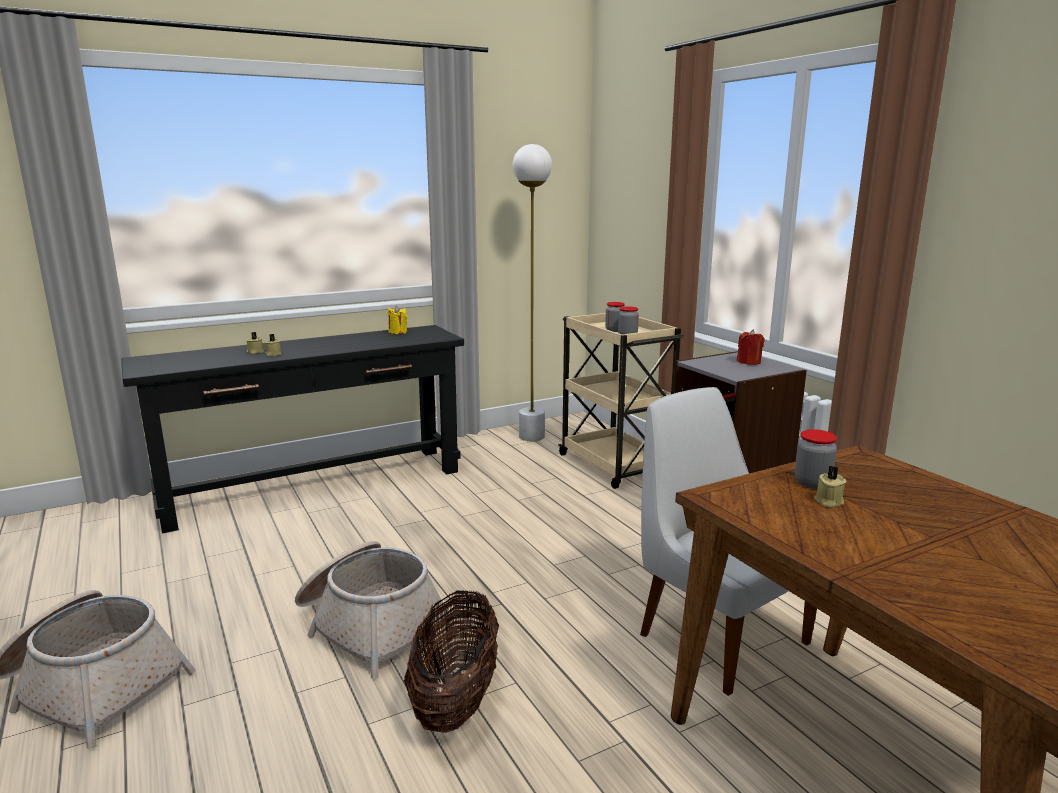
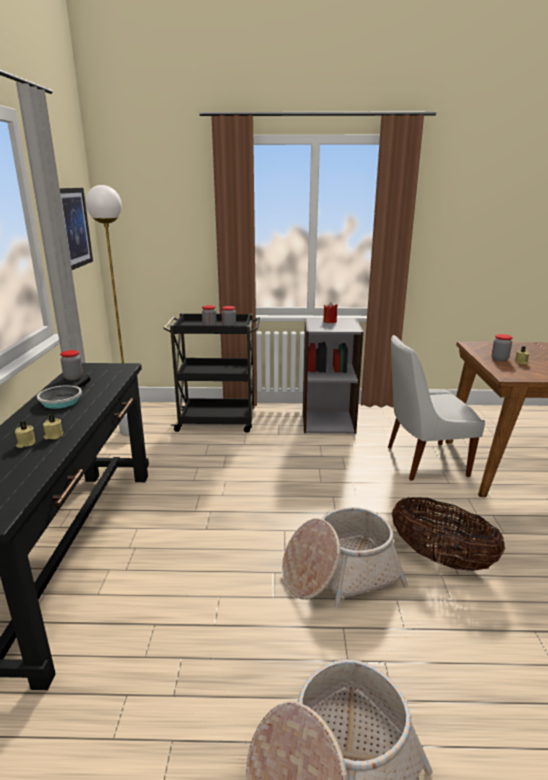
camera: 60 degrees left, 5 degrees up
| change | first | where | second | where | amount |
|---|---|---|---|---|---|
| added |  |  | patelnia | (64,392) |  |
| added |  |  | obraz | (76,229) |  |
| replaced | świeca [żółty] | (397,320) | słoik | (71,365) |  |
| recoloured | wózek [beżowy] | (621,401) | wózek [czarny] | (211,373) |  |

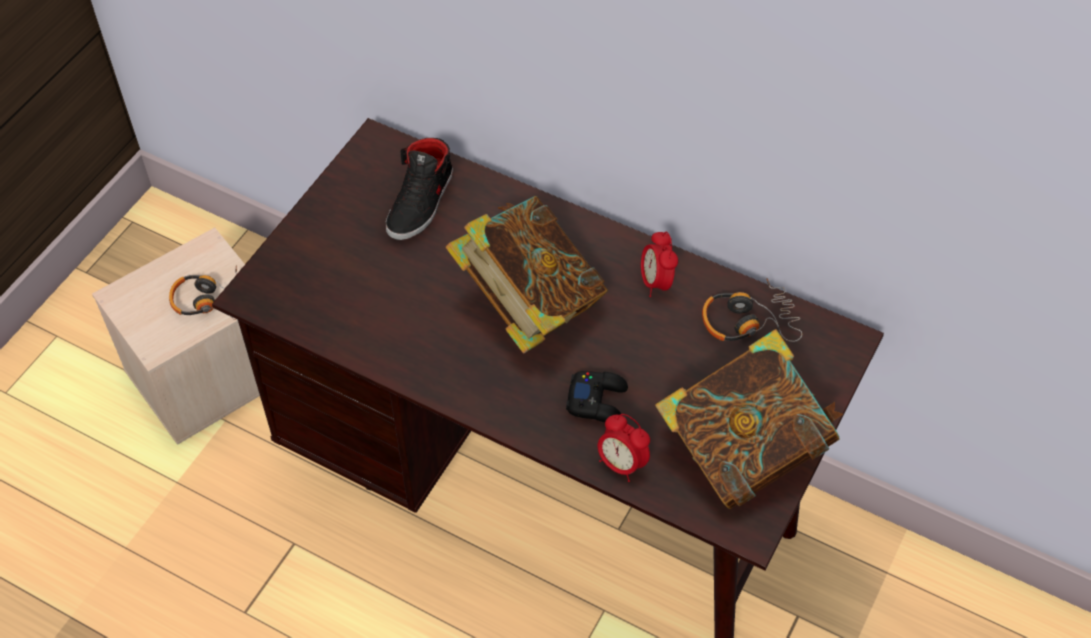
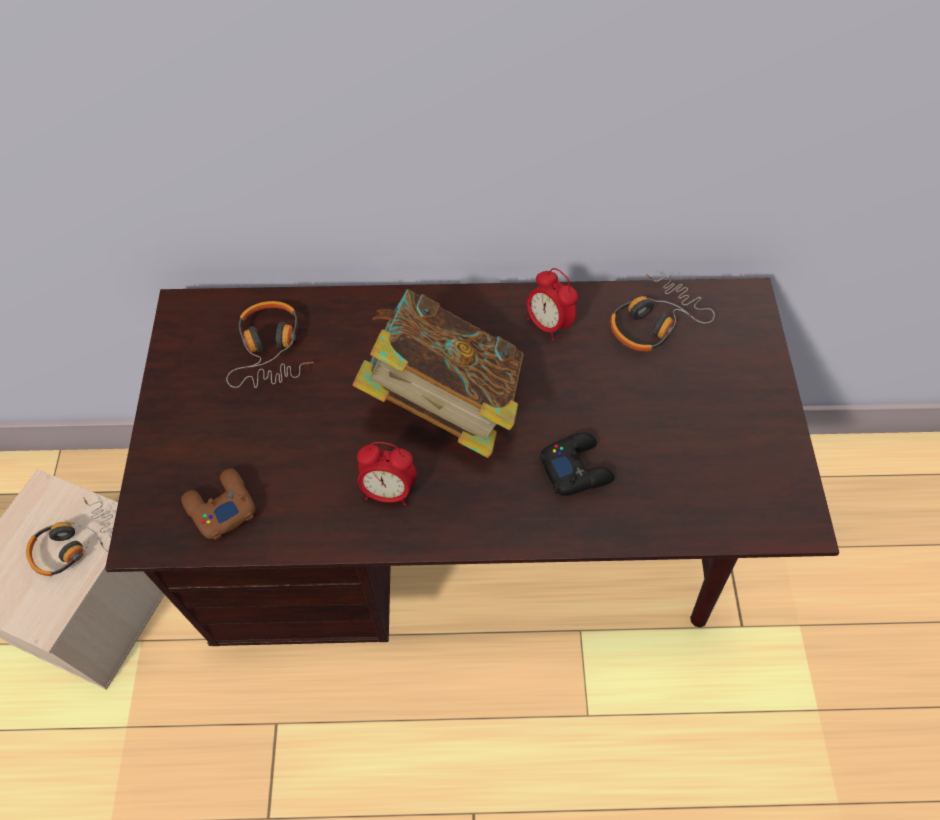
camera: 30 degrees left, 5 degrees up
| change | first | where | second | where | amount |
|---|---|---|---|---|---|
| added |  |  | pad do gier [brązowy] | (218,504) |  |
| replaced | but [czarny] | (419,189) | słuchawki | (270,344) |  |
| moved | budzik | (624,448) |  | (387,473) |  |
| removed | książka | (749,419) |  |  |  |

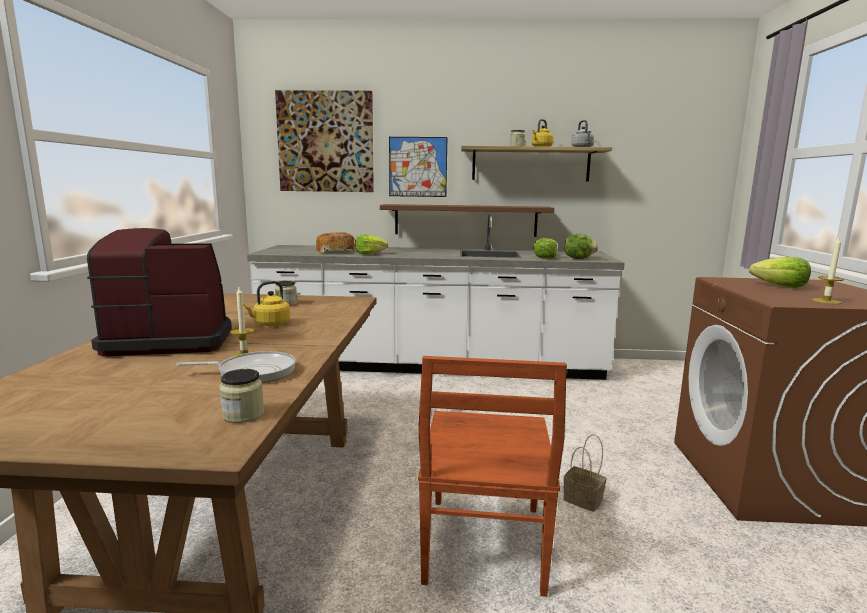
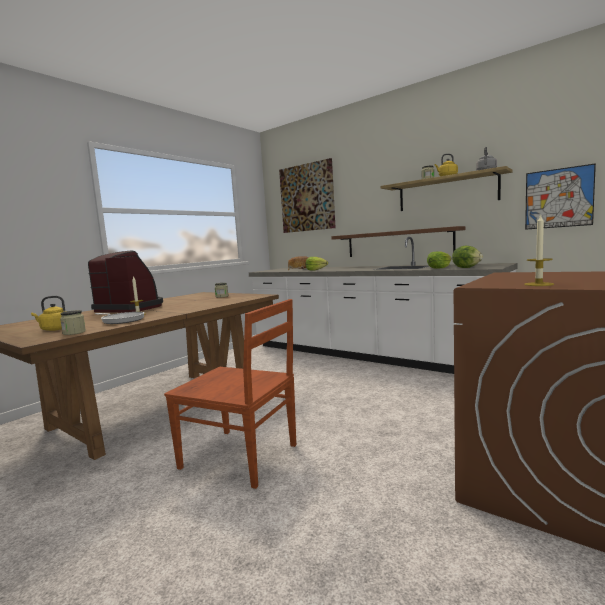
camera: 35 degrees right, 5 degrees down
| change | first | where | second | where | amount |
|---|---|---|---|---|---|
| moved | czajnik [żółty] | (266,303) |  | (48,313) |  |
| turned | krzesło [brązowy] | (492,476) |  | (230,394) | 105 degrees counterclockwise |
| moved | obraz | (418,167) |  | (560,196) |  |
| removed | koszyk | (584,473) |  |  |  |
| removed | sałata | (780,272) |  |  |  |

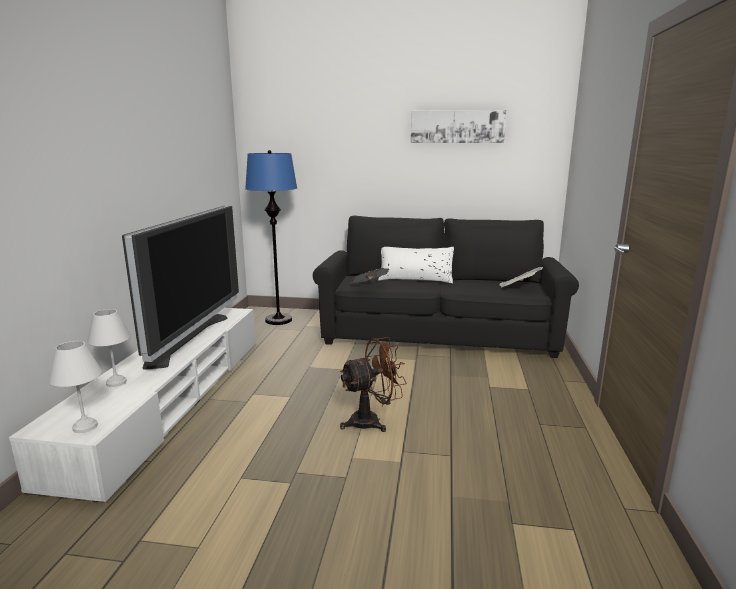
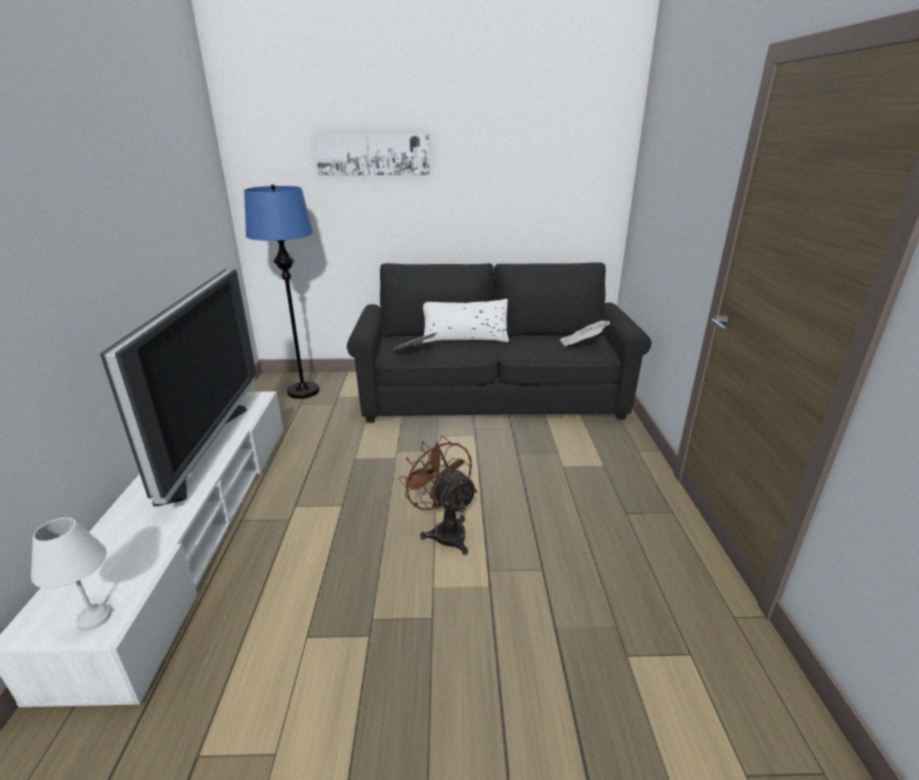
camera: 10 degrees left, 10 degrees up
| change | first | where | second | where | amount |
|---|---|---|---|---|---|
| moved | obraz | (458,126) |  | (372,154) |  |
| turned | wentylator [brązowy] | (373,384) |  | (438,495) | 90 degrees counterclockwise |
| removed | lampa stołowa [biały] | (109,348) |  |  |  |

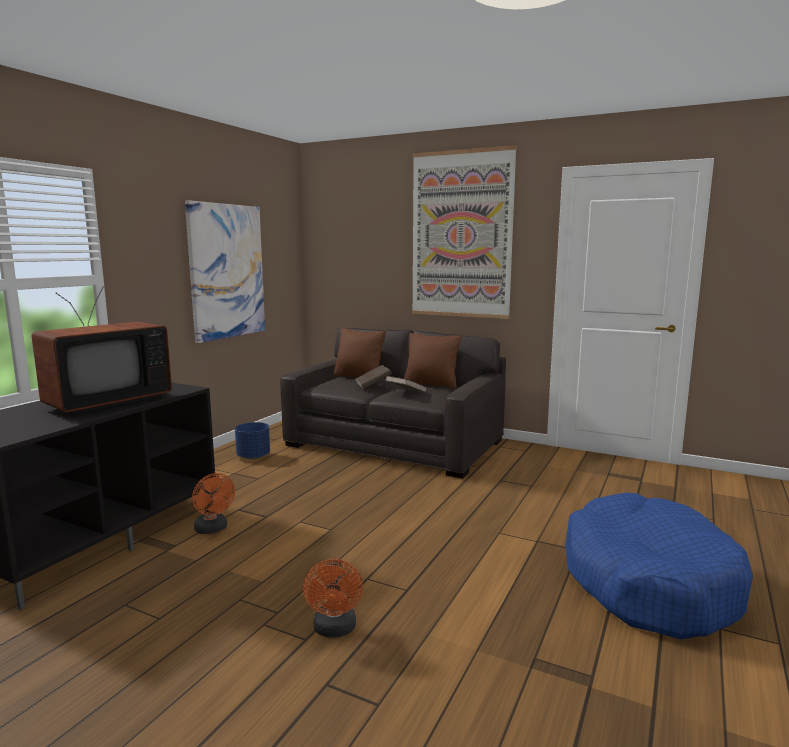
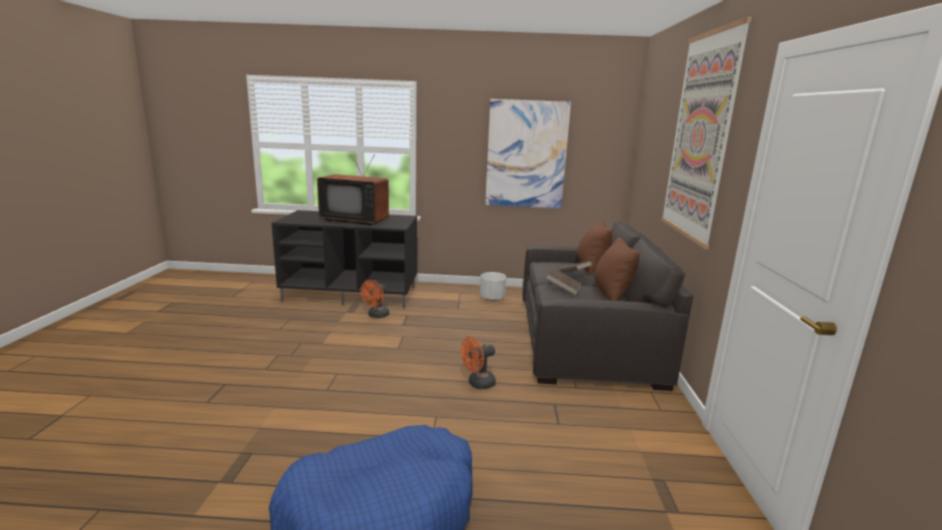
camera: 65 degrees right, 5 degrees up
| change | first | where | second | where | amount |
|---|---|---|---|---|---|
| moved | wentylator [pomarańczowy] | (333,598) |  | (478,363) |  |
| recoloured | donica [niebieski] | (252,441) | donica [biały] | (493,286) |  |

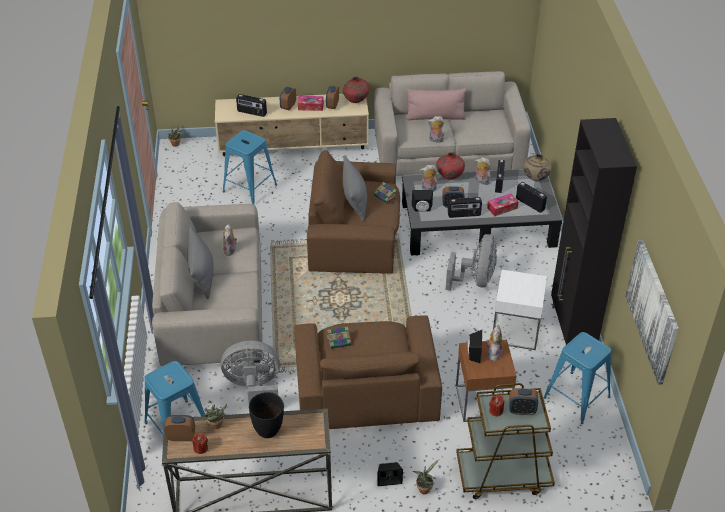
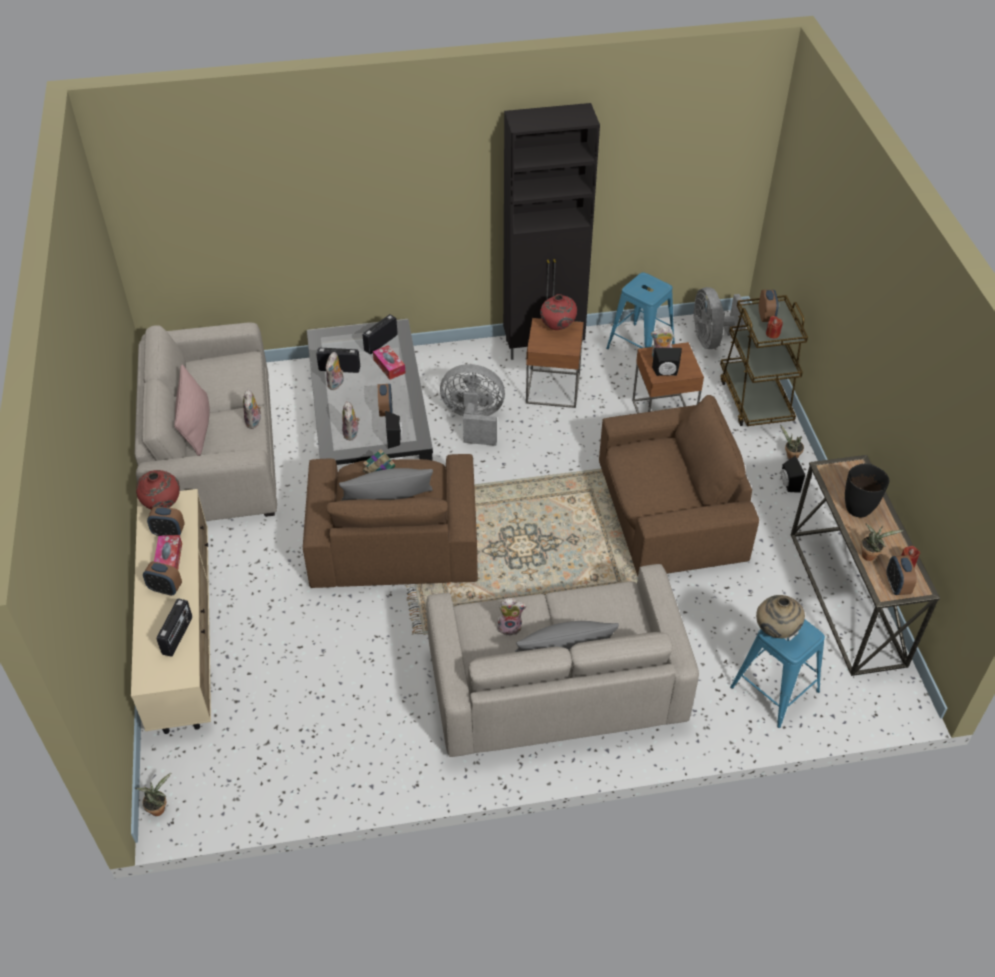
camera: 95 degrees left, 5 degrees up
| change | first | where | second | where | amount |
|---|---|---|---|---|---|
| recoloured | stolik [biały] | (520,310) | stolik [brązowy] | (555,363) |  |
| moved | wazon [czerwony] | (450,166) |  | (558,312) |  |
| moved | wentylator [szary] | (250,371) |  | (719,318) |  |
| moved | wazon [beżowy] | (537,167) |  | (780,616) |  |
| removed | stołek [niebieski] | (250,167) |  |  |  |
| removed | książka | (340,337) |  |  |  |
| removed | radio | (465,207) |  |  |  |
| removed | obraz | (652,312) |  |  |  |

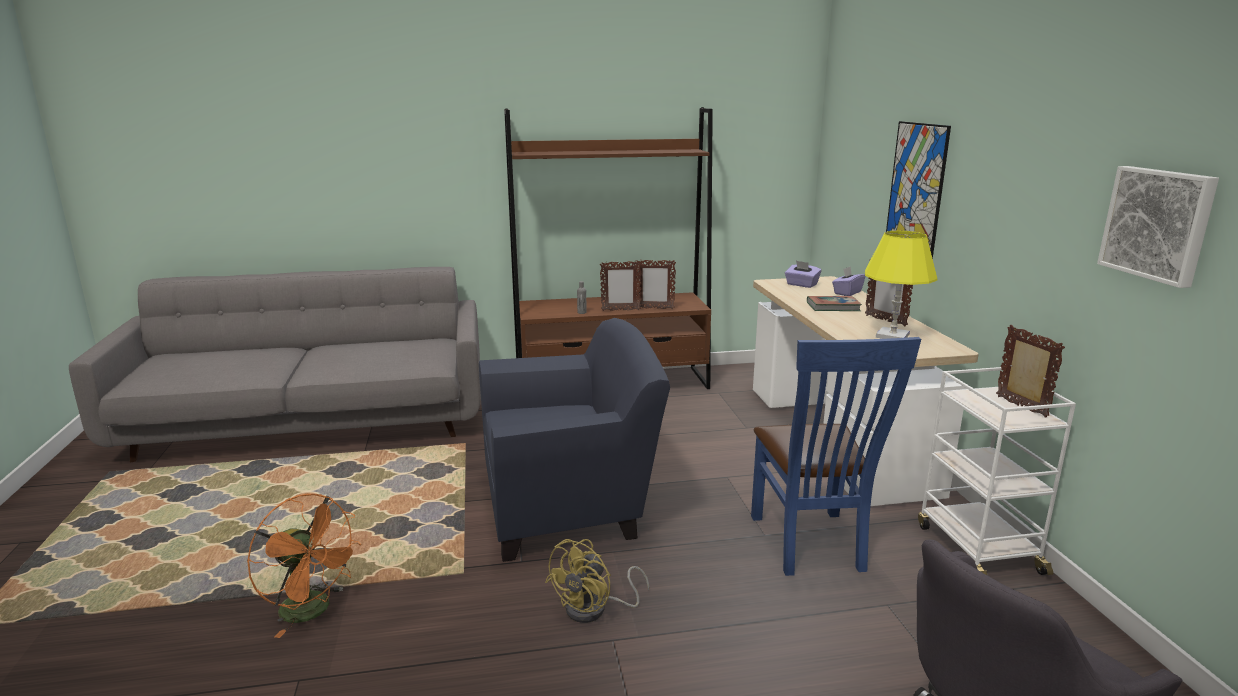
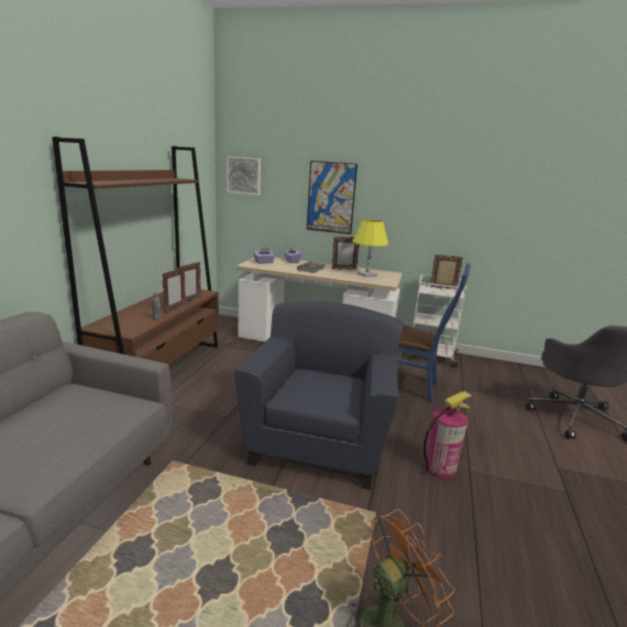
camera: 65 degrees left, 0 degrees up
| change | first | where | second | where | amount |
|---|---|---|---|---|---|
| moved | obraz | (1158,227) |  | (244,175) |  |
| replaced | wentylator [żółty] | (597,581) | gaśnica | (448,435) |  |

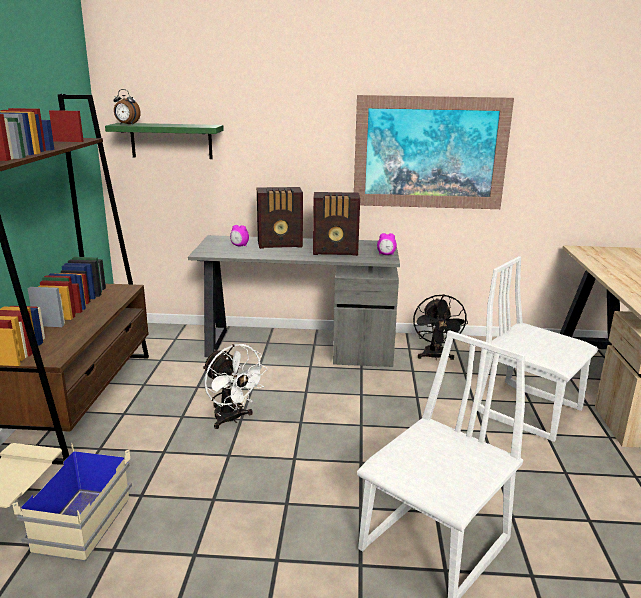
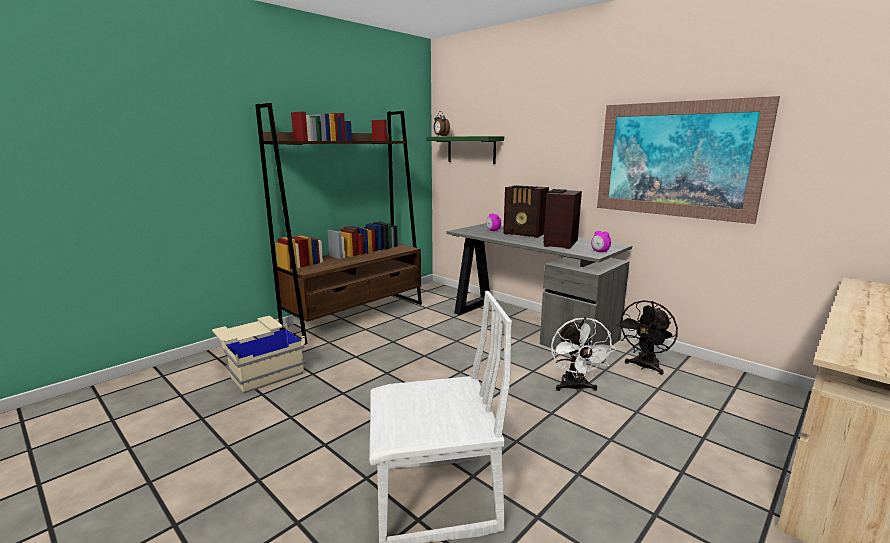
camera: 40 degrees right, 5 degrees down
| change | first | where | second | where | amount |
|---|---|---|---|---|---|
| turned | radio | (336,224) |  | (562,219) | 75 degrees clockwise |
| moved | wentylator [biały] | (235,386) |  | (583,354) |  |
| removed | krzesło [biały] | (537,349) |  |  |  |

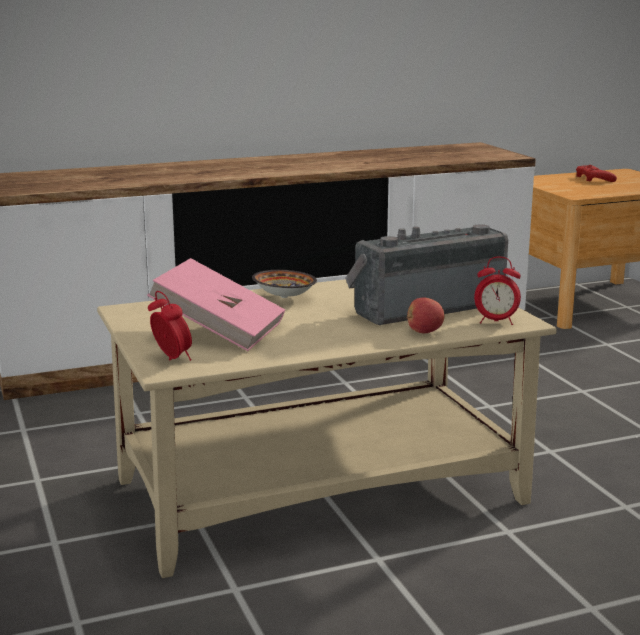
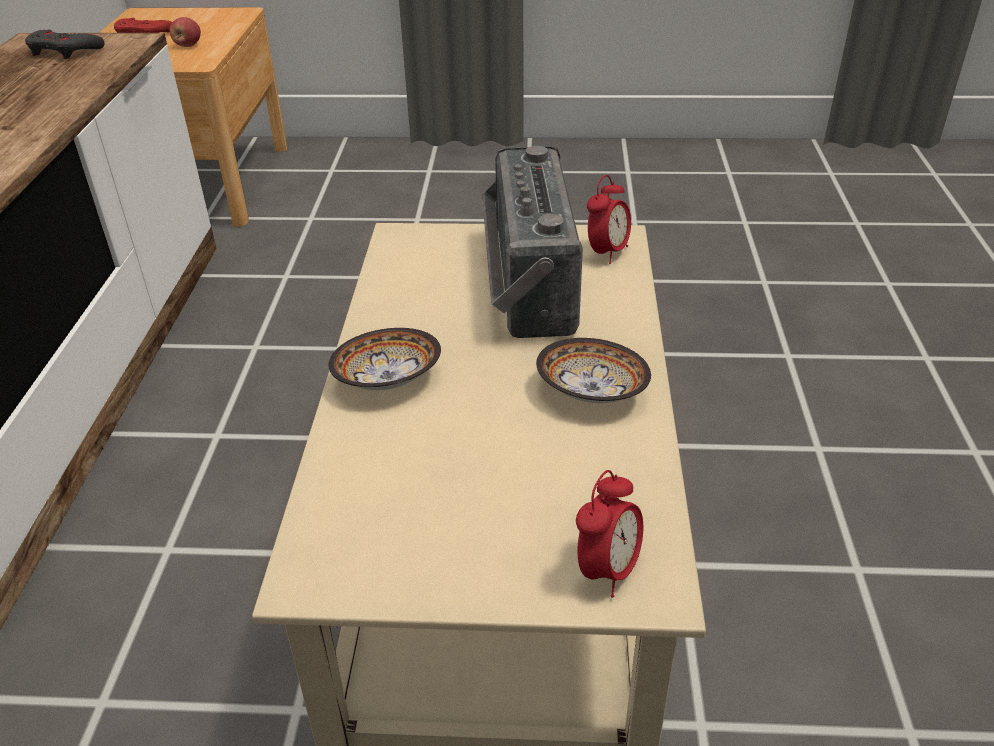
camera: 65 degrees left, 20 degrees up
| change | first | where | second | where | amount |
|---|---|---|---|---|---|
| added |  |  | pad do gier [szary] | (65,44) |  |
| moved | jabłko | (426,315) |  | (185,32) |  |
| added |  |  | miska | (593,370) |  |
| turned | budzik | (170,326) |  | (609,534) | 135 degrees clockwise |
| removed | książka [różowy] | (216,304) |  |  |  |

